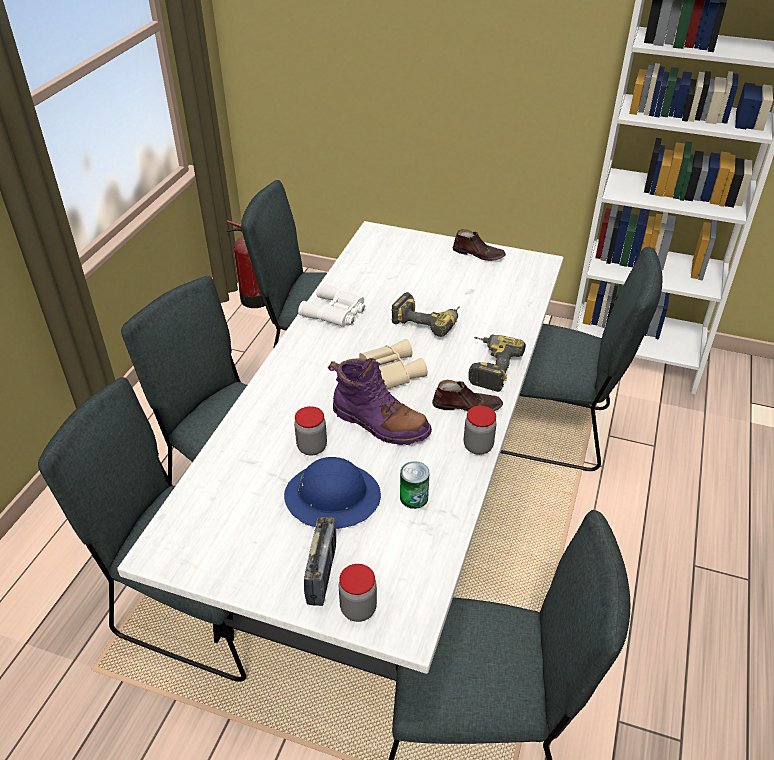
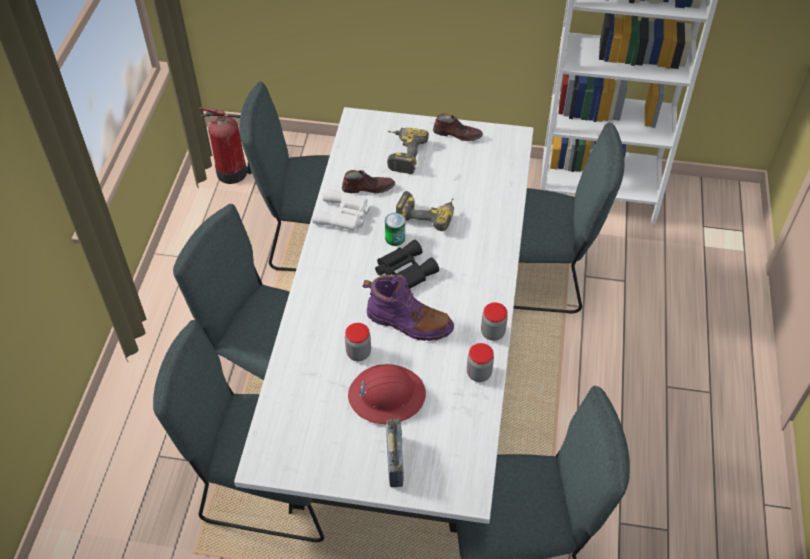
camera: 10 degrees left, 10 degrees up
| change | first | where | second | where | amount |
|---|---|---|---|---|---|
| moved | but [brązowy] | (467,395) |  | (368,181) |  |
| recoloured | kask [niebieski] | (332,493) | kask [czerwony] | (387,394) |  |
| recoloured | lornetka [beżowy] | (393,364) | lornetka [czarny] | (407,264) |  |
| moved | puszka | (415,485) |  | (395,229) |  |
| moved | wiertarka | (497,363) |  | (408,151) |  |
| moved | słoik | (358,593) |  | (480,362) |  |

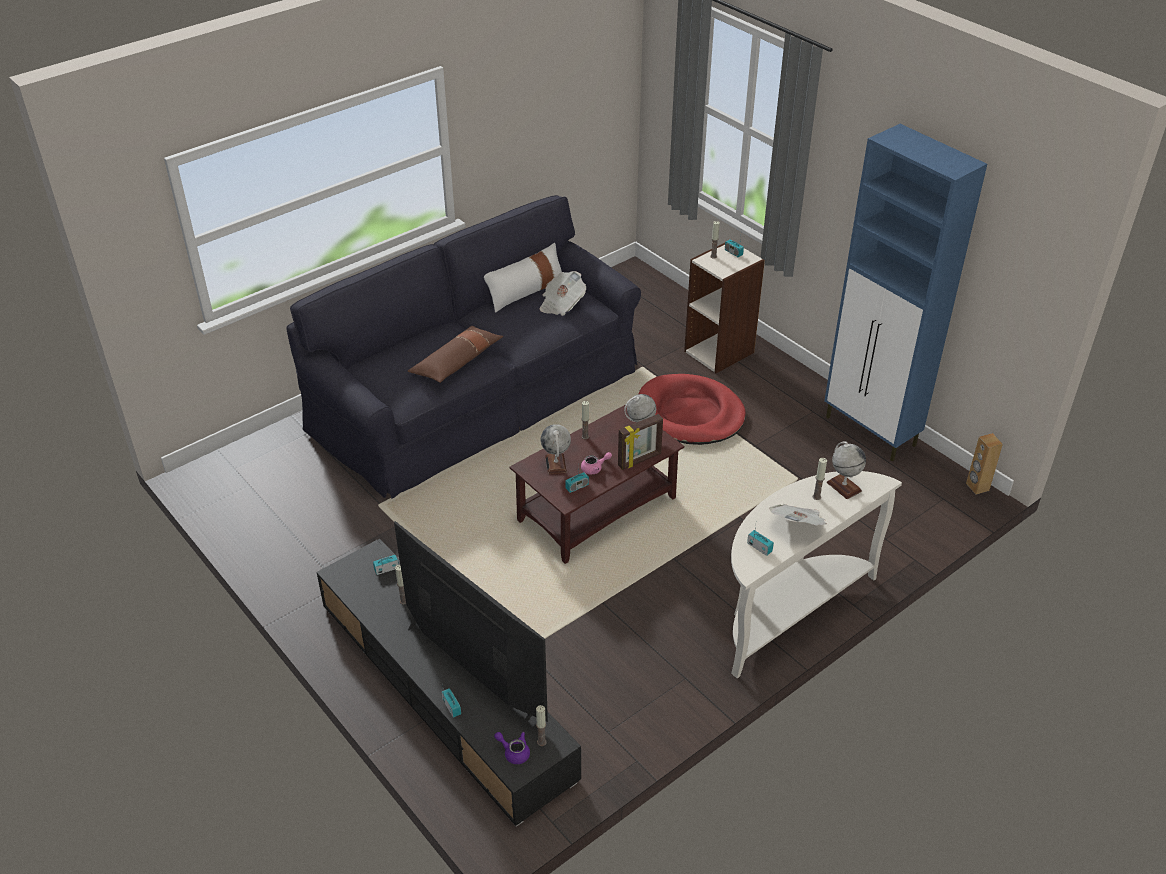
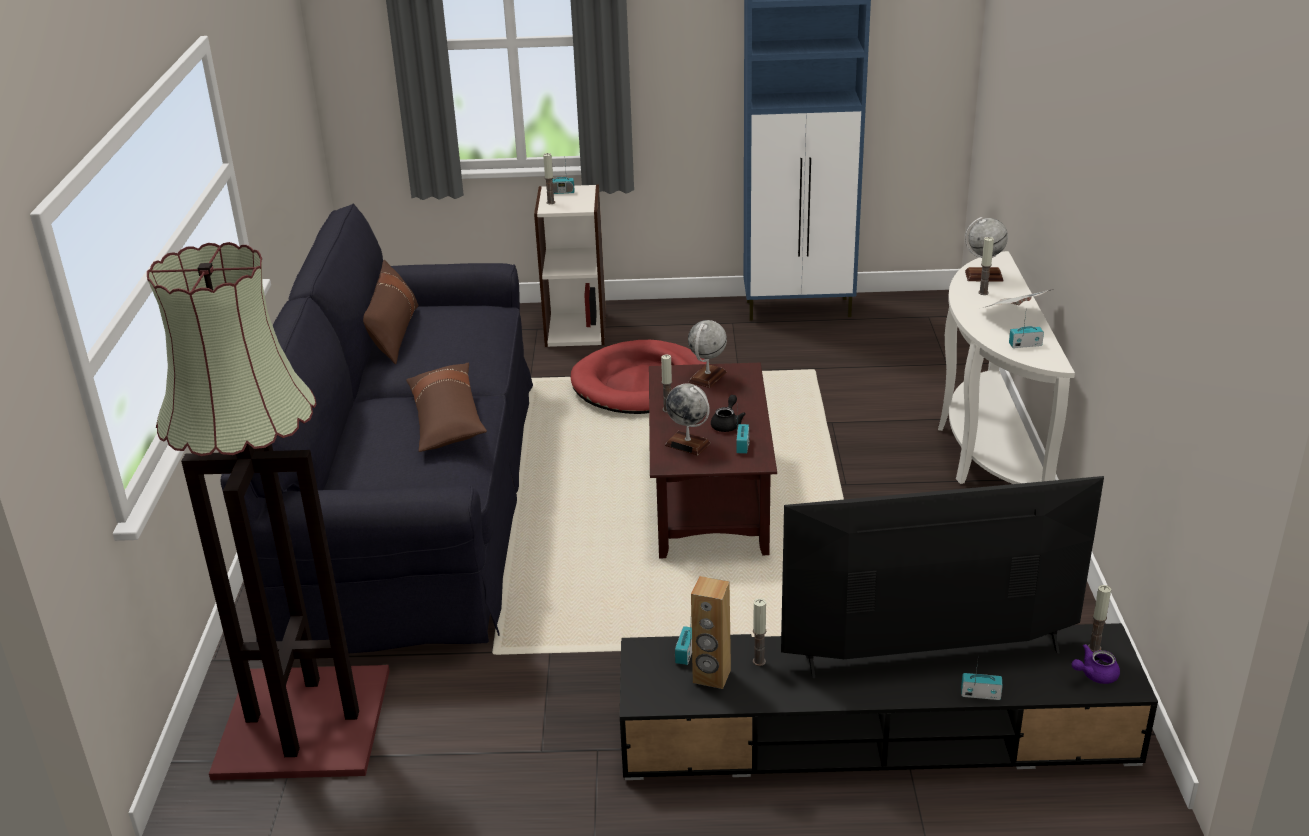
camera: 50 degrees left, 10 degrees down
| change | first | where | second | where | amount |
|---|---|---|---|---|---|
| added |  |  | lampa stojąca | (268,511) |  |
| recoloured | poduszka [biały] | (523,278) | poduszka [brązowy] | (391,312) |  |
| moved | głośnik [brązowy] | (984,464) |  | (711,632) |  |
| recoloured | imbryk [różowy] | (596,463) | imbryk [czarny] | (728,413) |  |
| removed | gazeta | (562,293) |  |  |  |
| removed | ramka na zdjęcie | (640,442) |  |  |  |

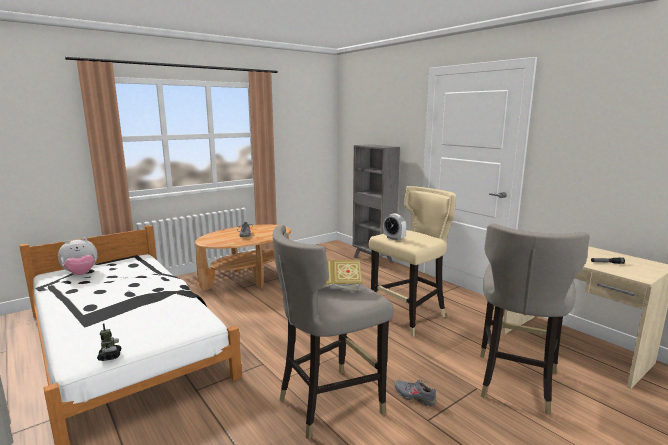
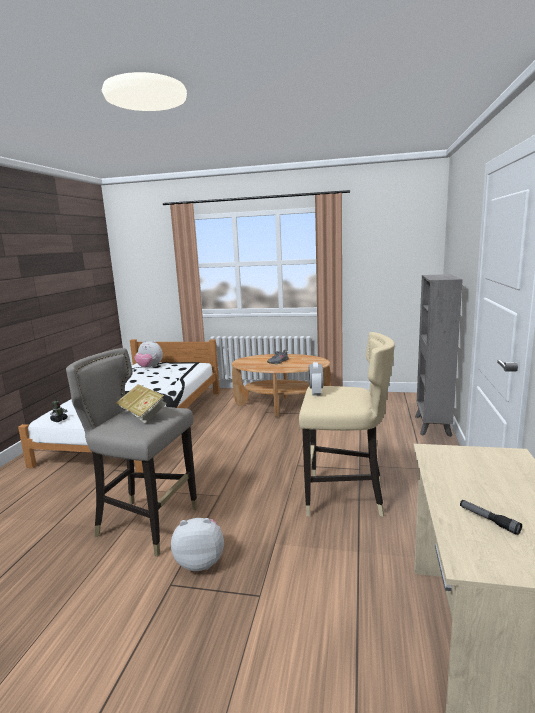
camera: 50 degrees right, 0 degrees up
| change | first | where | second | where | amount |
|---|---|---|---|---|---|
| replaced | but [szary] | (416,393) | pluszak | (197,544) |  |
| removed | stołek [szary] | (535,319) |  |  |  |

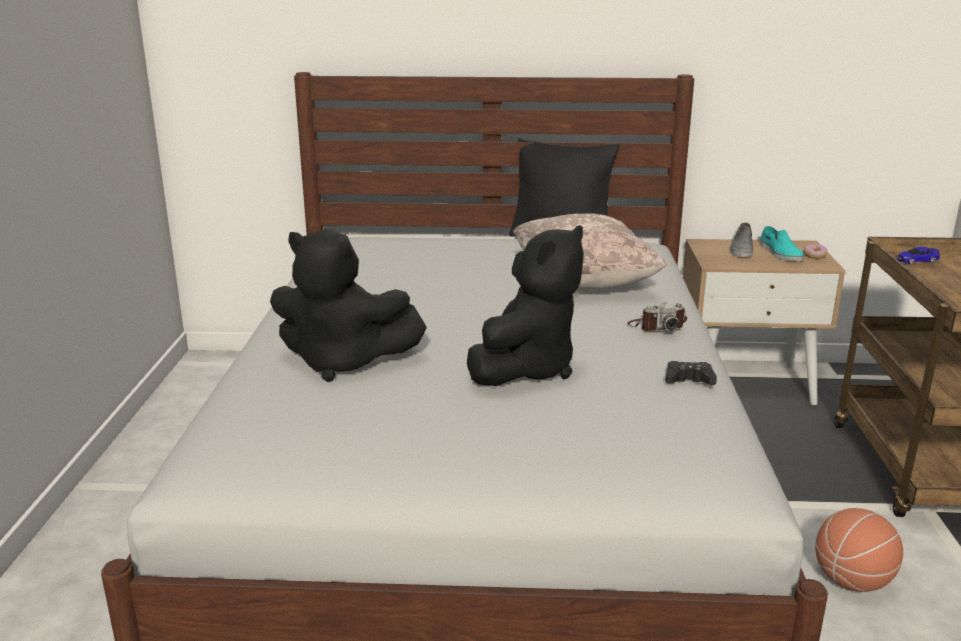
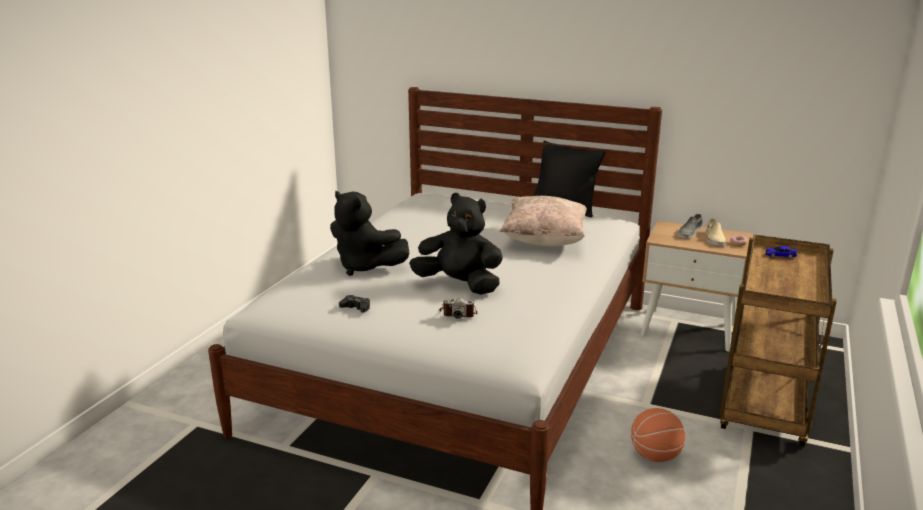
camera: 20 degrees right, 0 degrees up
| change | first | where | second | where | amount |
|---|---|---|---|---|---|
| moved | pad do gier [czarny] | (691,373) |  | (354,303) |  |
| turned | pluszak [czarny] | (525,305) |  | (456,243) | 120 degrees counterclockwise |
| moved | aparat fotograficzny | (657,317) |  | (458,308) |  |
| recoloured | but [turkusowy] | (782,243) | but [beżowy] | (716,232) |  |

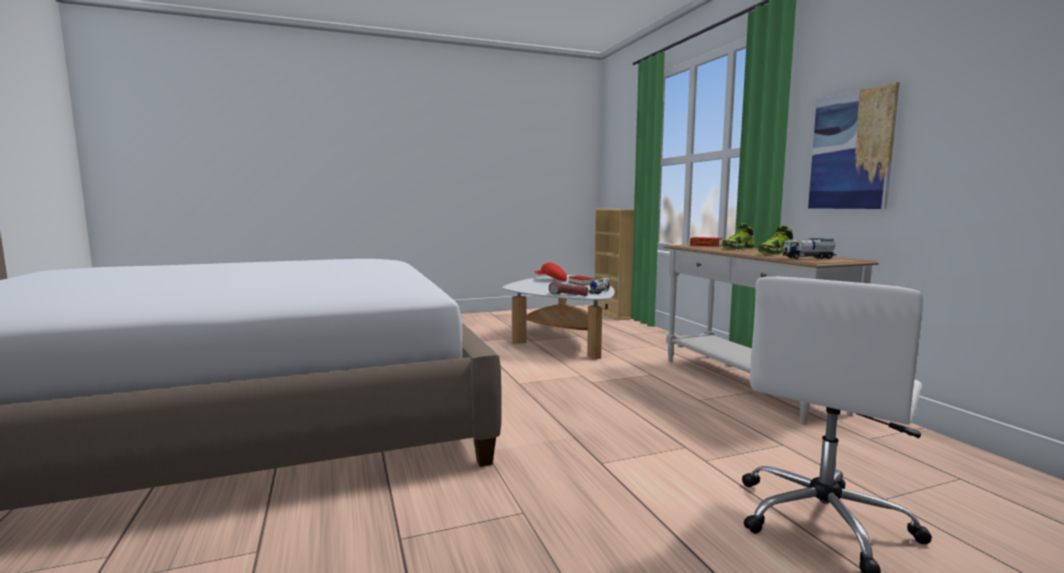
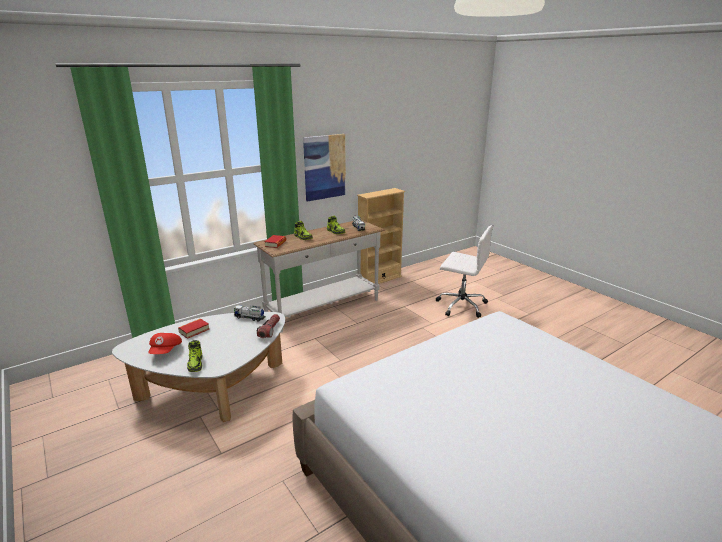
camera: 105 degrees left, 15 degrees up
| change | first | where | second | where | amount |
|---|---|---|---|---|---|
| added |  |  | but | (194,356) |  |
| moved | regał [beżowy] | (614,264) |  | (381,236) |  |

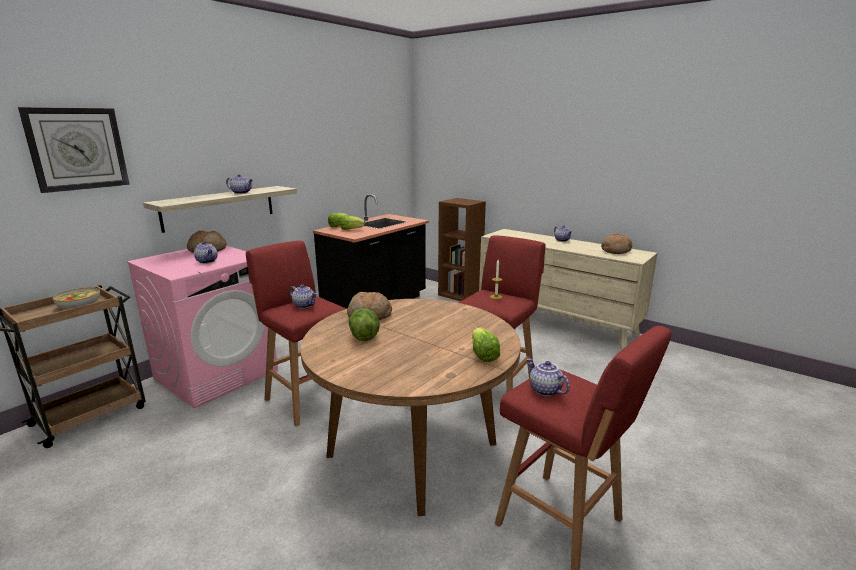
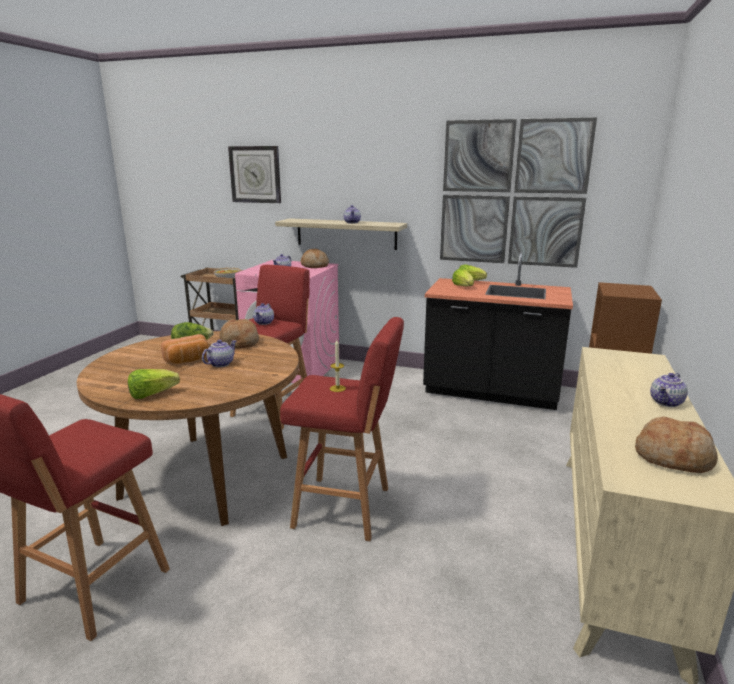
camera: 70 degrees right, 0 degrees up
| change | first | where | second | where | amount |
|---|---|---|---|---|---|
| added |  |  | chleb | (185,349) |  |
| moved | imbryk | (548,377) |  | (219,353) |  |
| added |  |  | obraz | (518,192) |  |

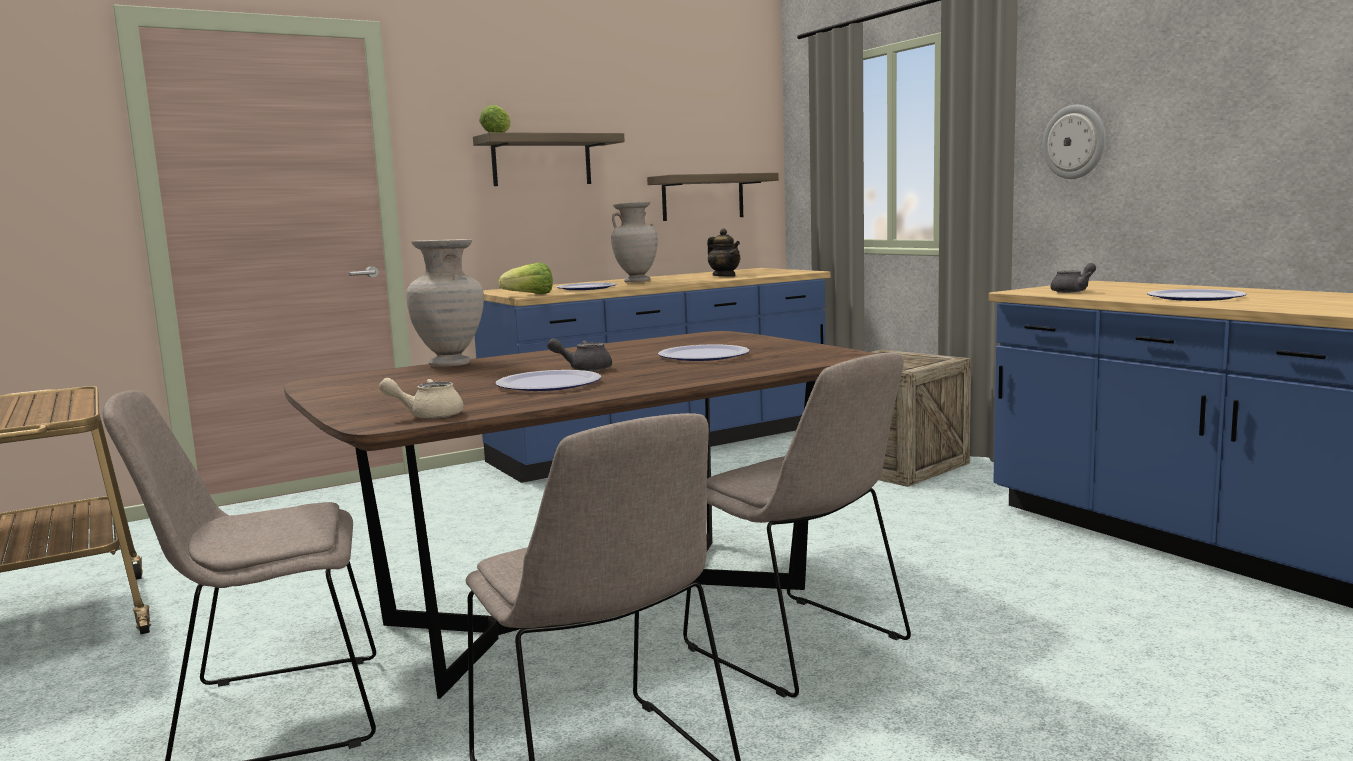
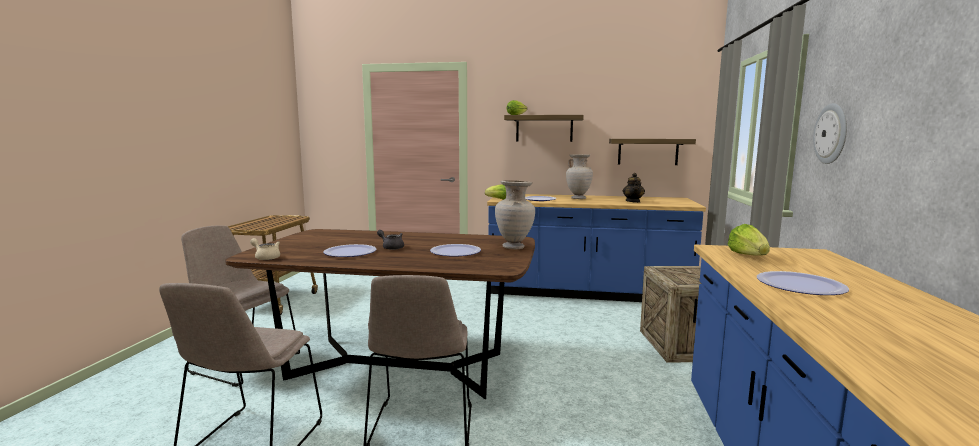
camera: 40 degrees right, 0 degrees up
| change | first | where | second | where | amount |
|---|---|---|---|---|---|
| moved | wazon [beżowy] | (445,302) |  | (515,214) |  |
| replaced | imbryk [szary] | (1073,278) | sałata | (749,240) |  |

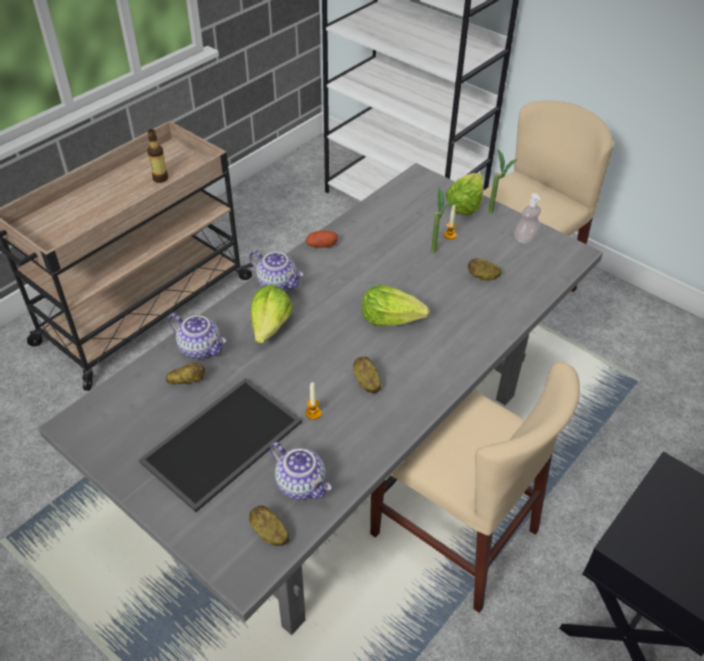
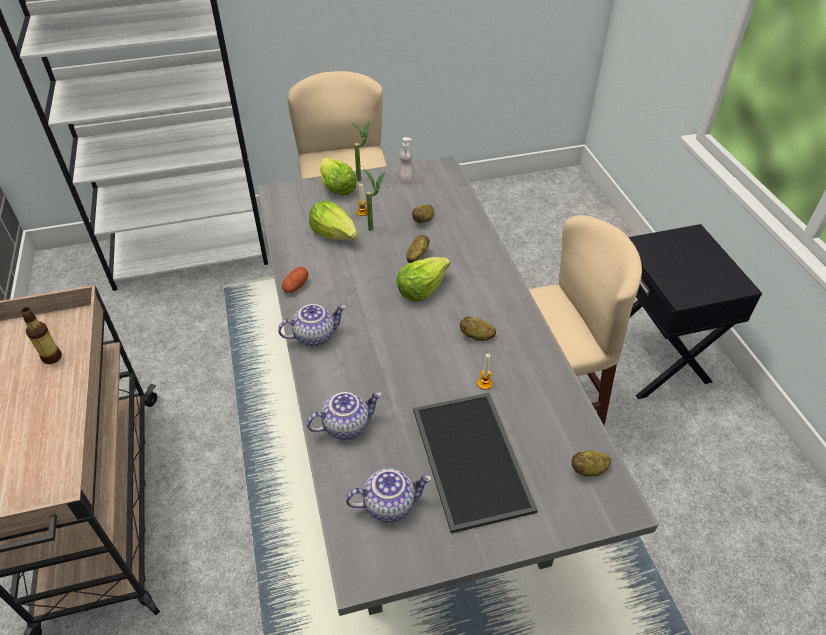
camera: 55 degrees left, 0 degrees up
| change | first | where | second | where | amount |
|---|---|---|---|---|---|
| moved | sałata | (272,314) |  | (333,220) |  |
| moved | imbryk | (300,471) |  | (389,495) |  |
| moved | ziemniak | (185,374) |  | (418,249) |  |

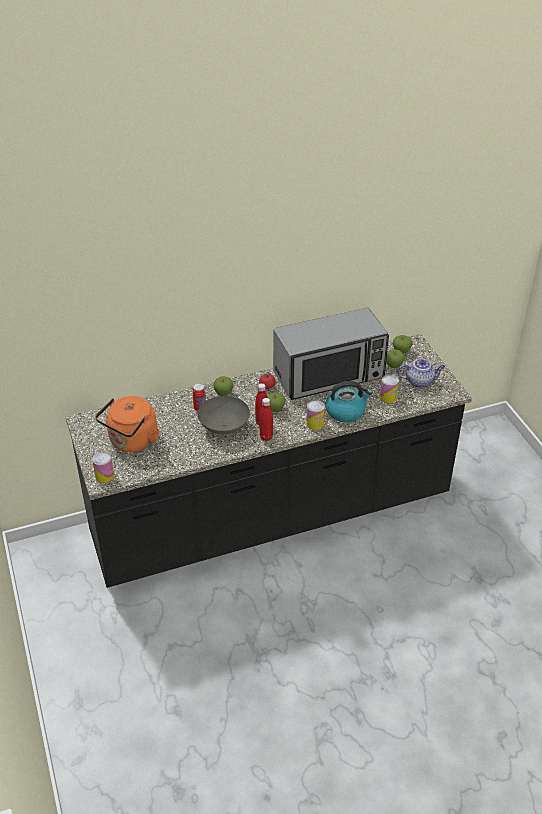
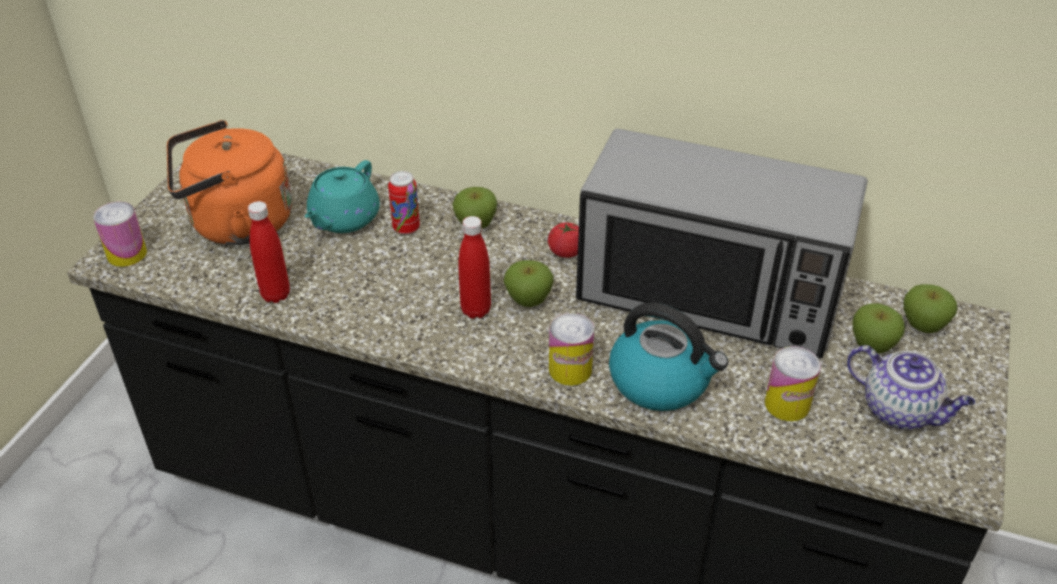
camera: 40 degrees right, 0 degrees up
| change | first | where | second | where | amount |
|---|---|---|---|---|---|
| moved | butelka [czerwony] | (266,419) |  | (269,252) |  |
| added |  |  | imbryk [turkusowy] | (342,196) |  |
| removed | miska [szary] | (224,415) |  |  |  |

